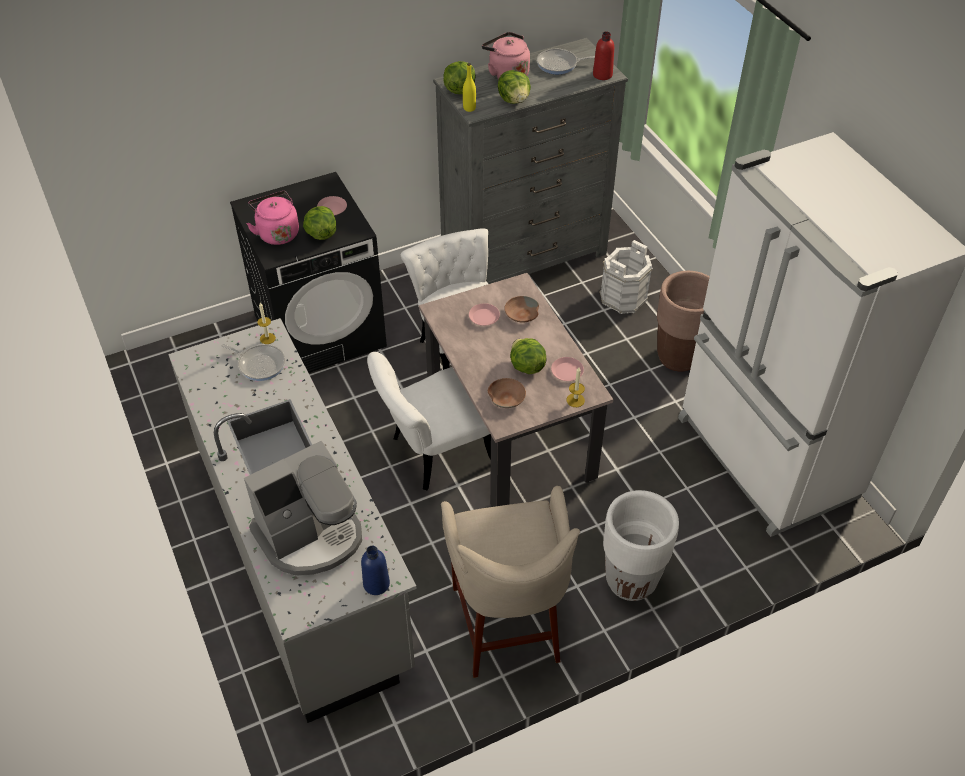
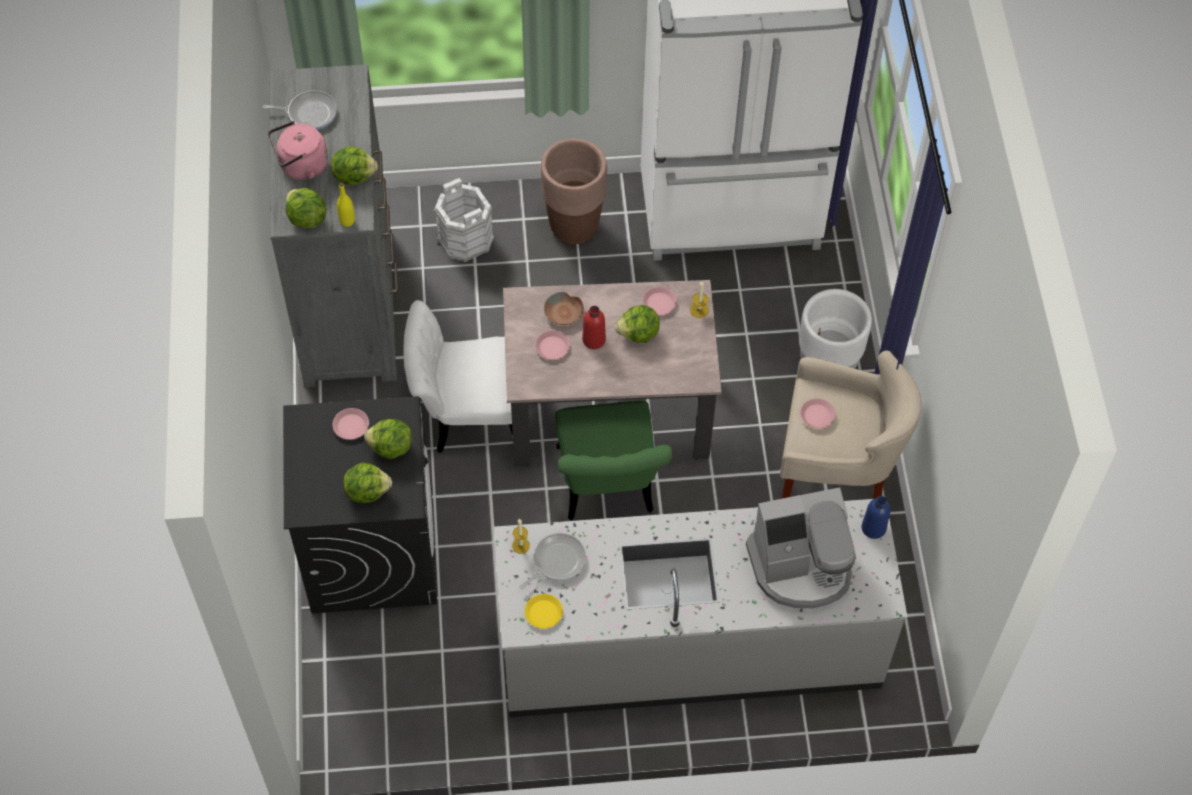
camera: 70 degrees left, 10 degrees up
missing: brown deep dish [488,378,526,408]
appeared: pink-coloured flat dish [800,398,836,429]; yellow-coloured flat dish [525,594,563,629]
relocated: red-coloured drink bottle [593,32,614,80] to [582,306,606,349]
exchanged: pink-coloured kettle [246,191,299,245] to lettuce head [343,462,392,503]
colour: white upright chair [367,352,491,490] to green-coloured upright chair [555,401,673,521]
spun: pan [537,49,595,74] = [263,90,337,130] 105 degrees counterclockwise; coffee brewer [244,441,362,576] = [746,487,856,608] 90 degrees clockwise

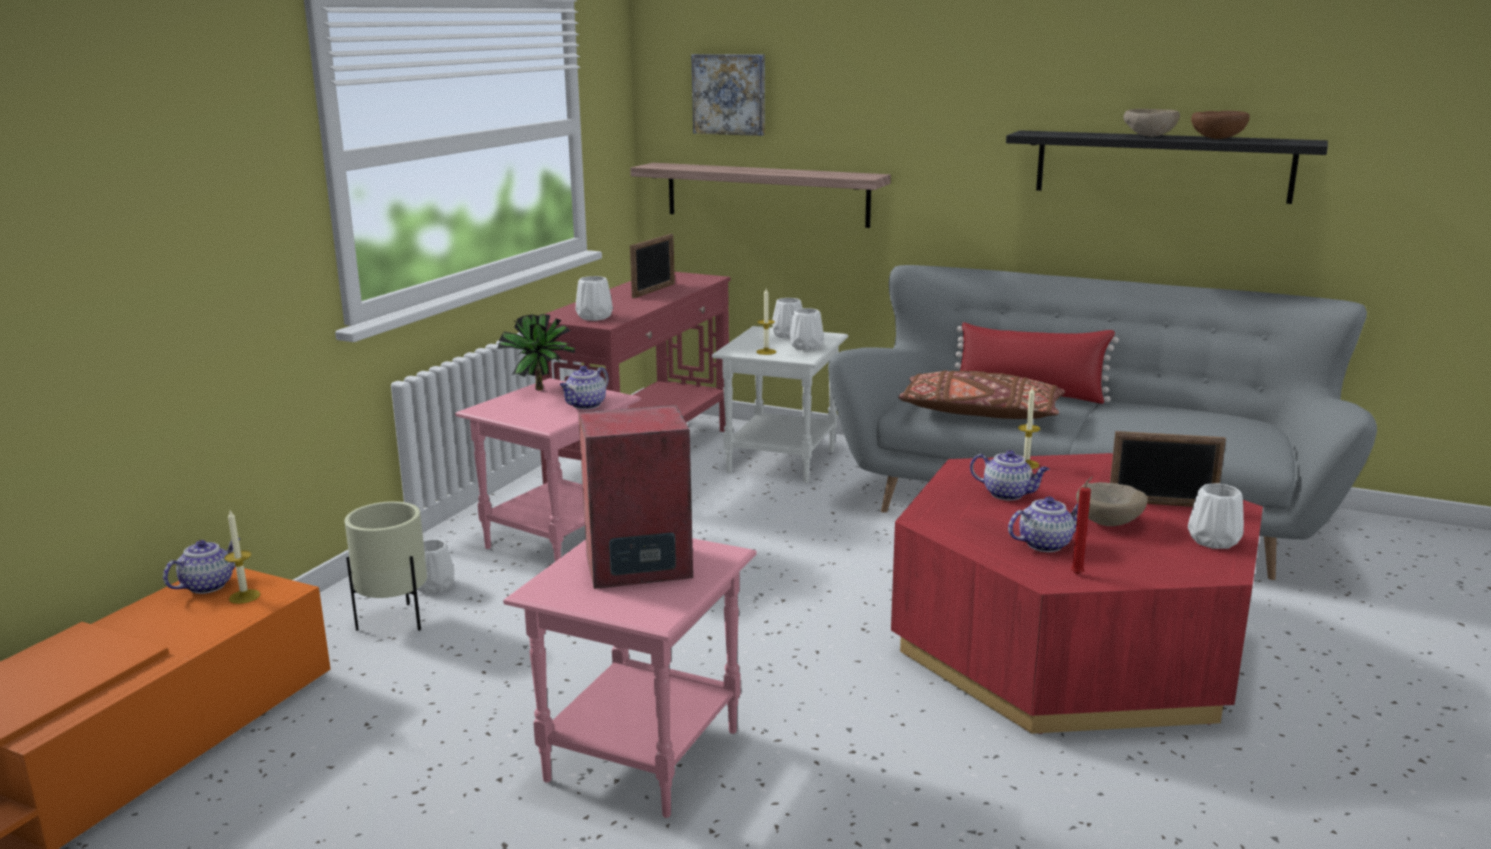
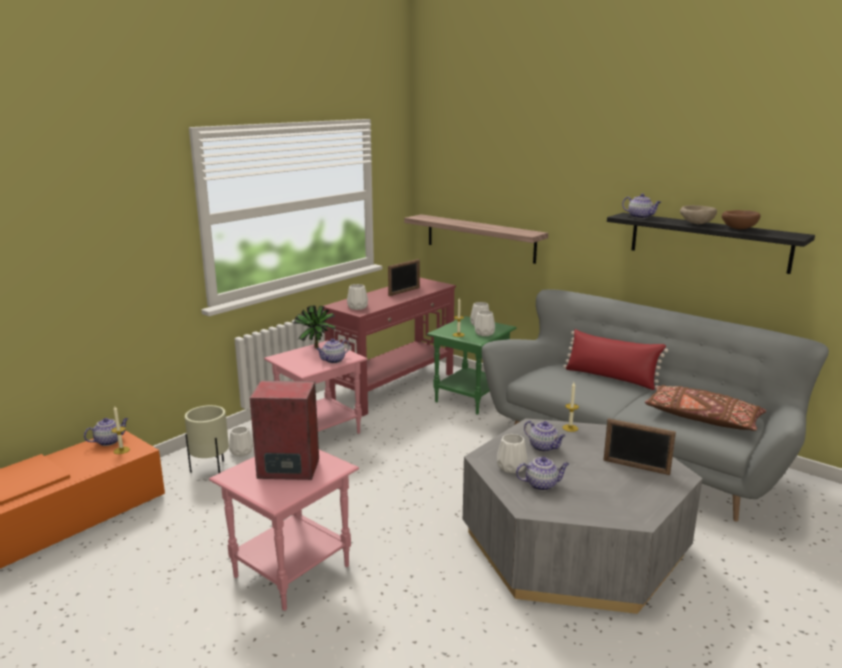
camera: 15 degrees right, 0 degrees up
missing: wall picture [691,54,765,136]; red-coloured wax light [1071,476,1093,575]; beige deep dish [1076,482,1148,526]
appeared: teapot [622,194,661,219]
relocated: brown cushion [898,370,1065,419] to [645,385,766,431]; white decorative vase [1188,483,1244,549] to [497,434,527,473]
colour: white end table [712,326,848,483] to green-coloured end table [427,316,517,415]; red-coloured lounge table [891,453,1263,734] to greyish lounge table [463,418,703,614]

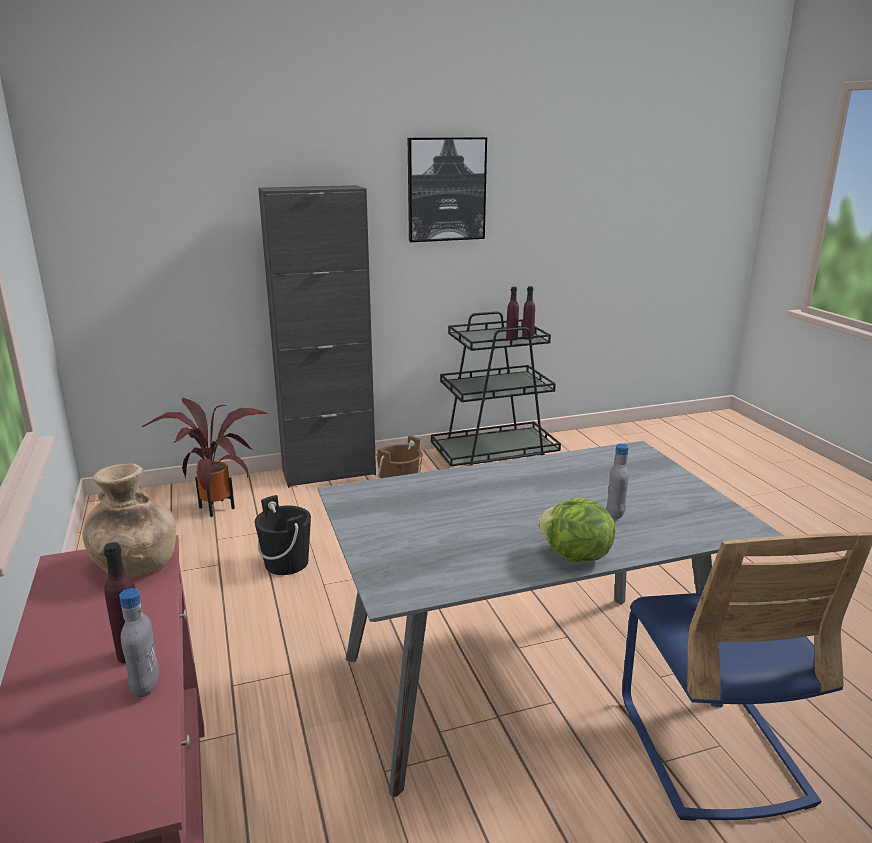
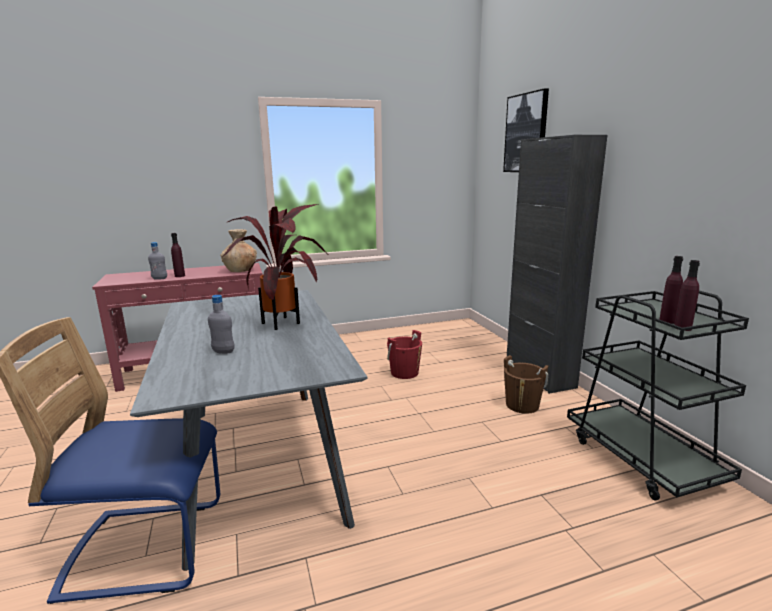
camera: 90 degrees right, 5 degrees down
missing: lettuce head [538,498,615,562]
relocated: wall picture [408,137,487,242] to [503,88,549,172]; houseplant [142,397,268,517] to [222,204,329,330]
colour: blackish pail [255,495,311,575] to red-coloured pail [387,330,422,379]

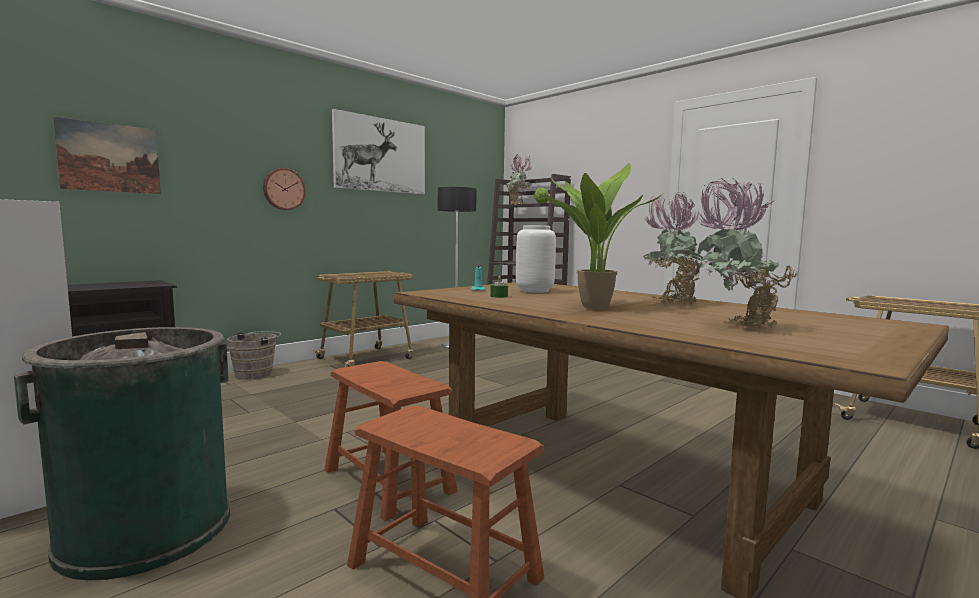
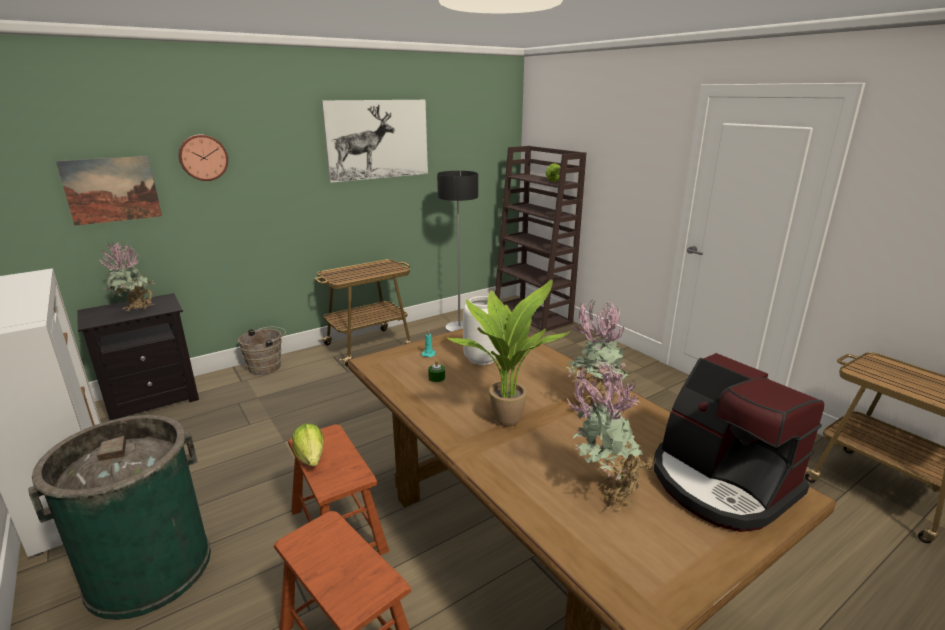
camera: 10 degrees right, 15 degrees up
appeared: coffee brewer [654,353,824,532]; lettuce head [292,424,324,466]
relocated: houseplant [507,155,532,204] to [98,242,156,312]; wall clock [263,168,306,210] to [178,135,228,181]

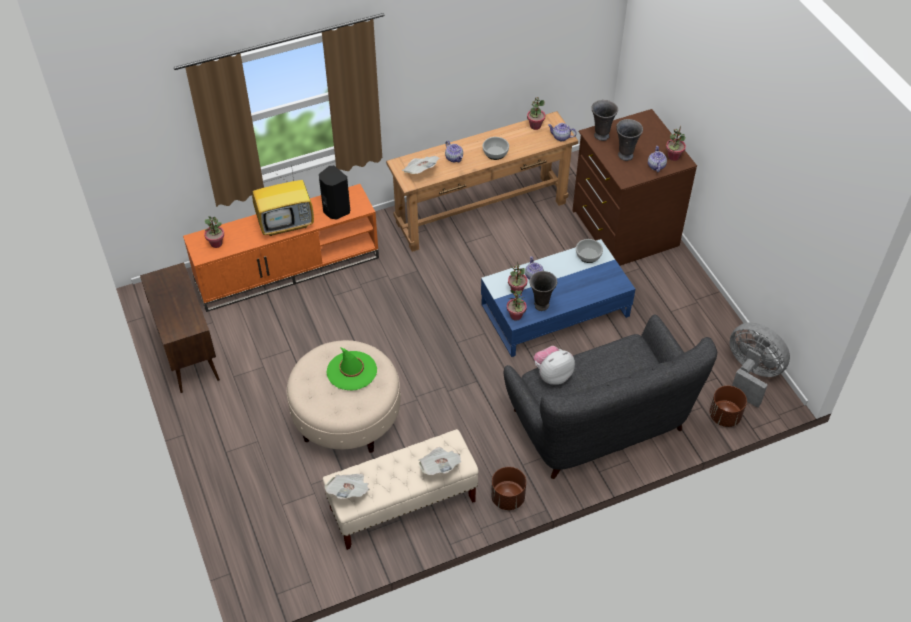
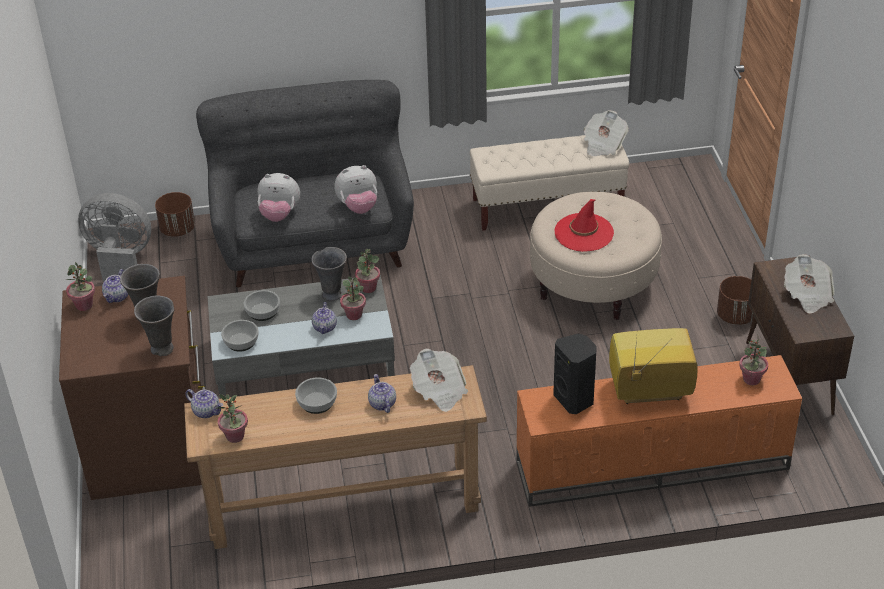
camera: 165 degrees left, 10 degrees down
appeared: soft toy [257,173,300,222]; deep dish [244,290,280,321]
relocated: printed paper [419,447,461,475] to [784,254,834,314]; brown flower pot [491,467,526,510] to [717,276,754,325]
colour: blue lounge table [481,239,635,357] to greyish lounge table [207,275,395,399]; green-coloured wearable hat [326,347,377,390] to red-coloured wearable hat [555,199,614,252]
spun: greyish cooling fan [730,322,790,408] = [78,193,151,282] 135 degrees clockwise

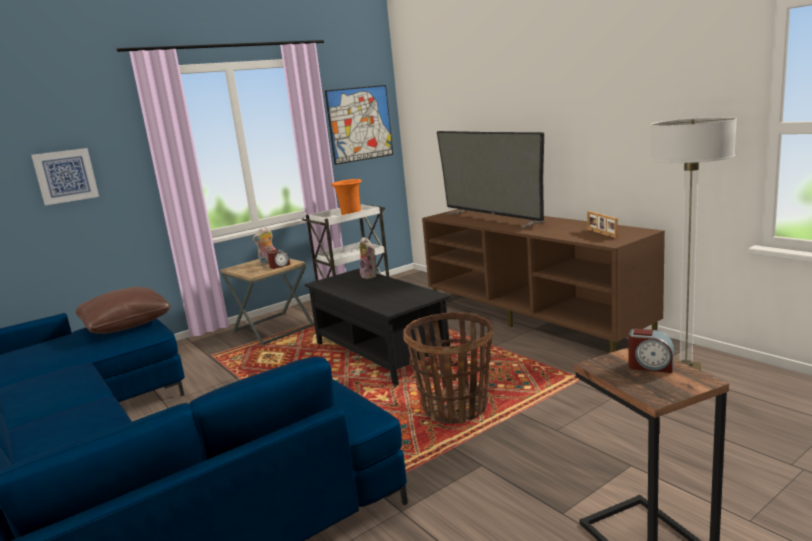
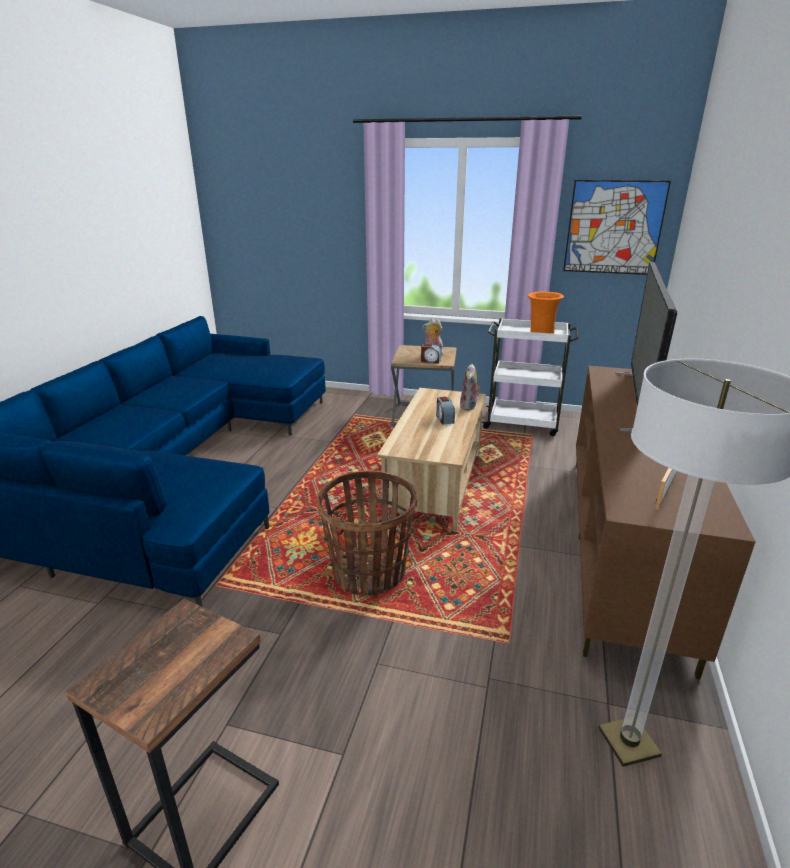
camera: 50 degrees right, 10 degrees up
missing: wall picture [31,148,99,205]; brown cushion [75,287,171,334]
relocated: table clock [629,329,674,373] to [436,397,455,425]
colour: blackish lounge table [305,268,450,385] to beige lounge table [377,388,486,532]

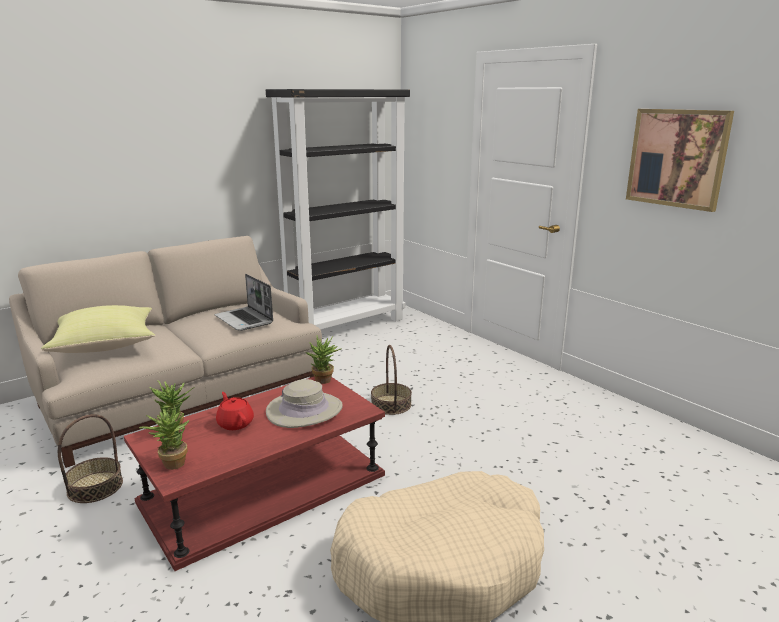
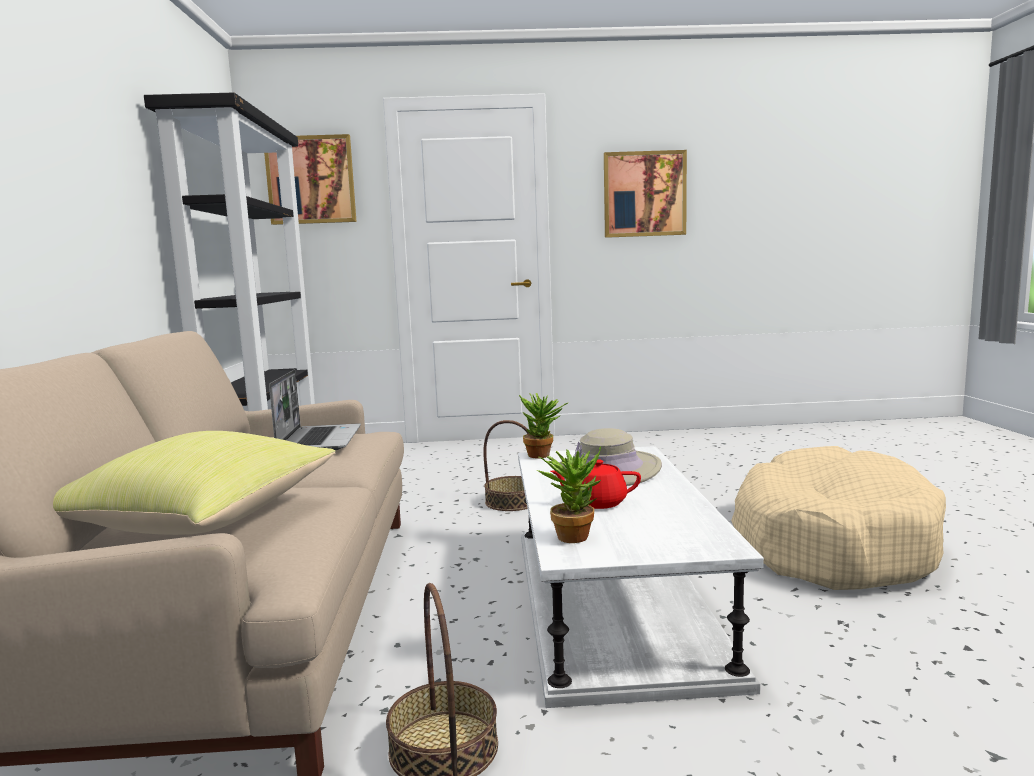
camera: 55 degrees left, 10 degrees down
missing: houseplant [139,405,189,470]
appeared: wall picture [264,134,357,225]
colour: red-coloured lounge table [124,377,385,571] to white lounge table [518,446,764,708]
spun: notebook computer [215,274,273,331] = [269,370,361,450] 90 degrees counterclockwise

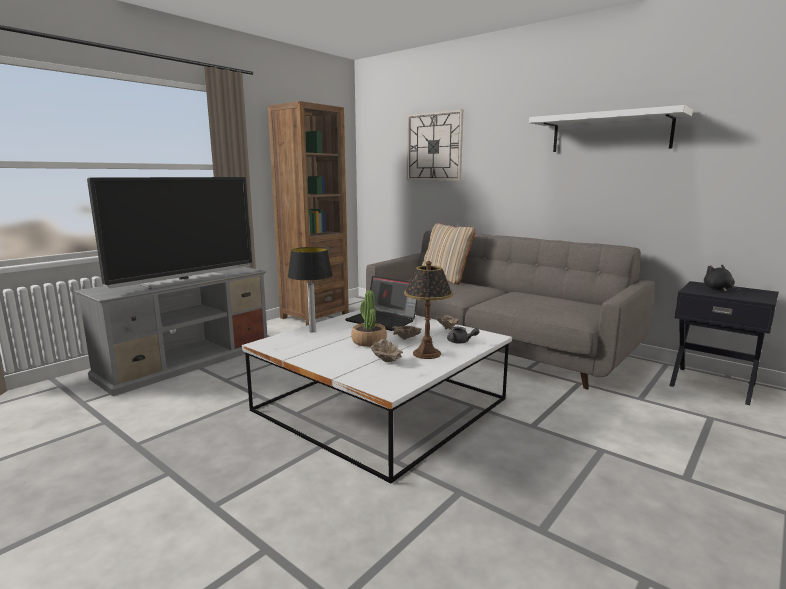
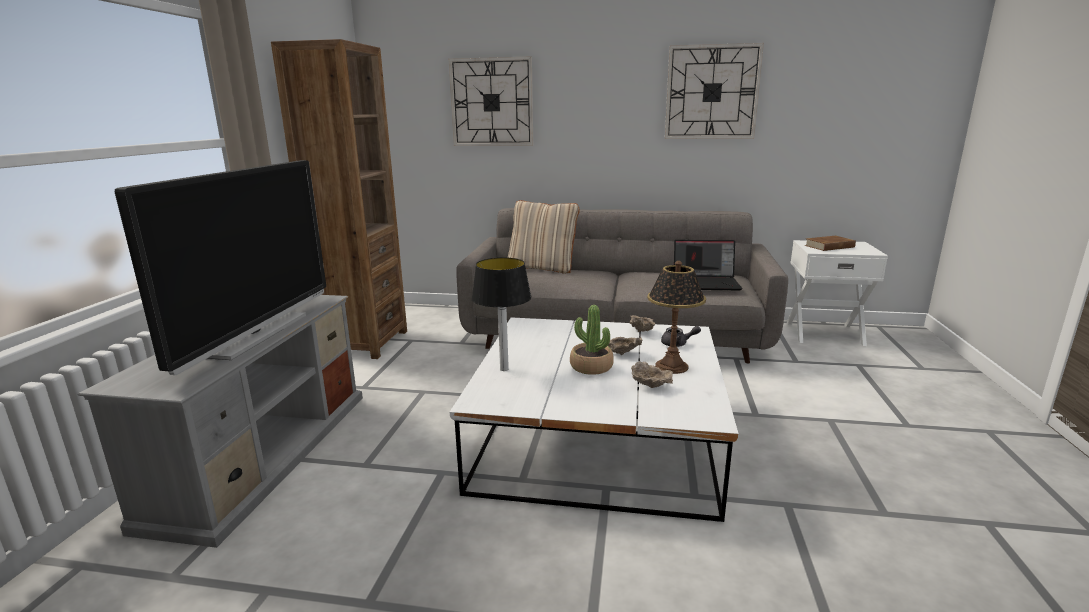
camera: 30 degrees left, 5 degrees up
relocated: notebook computer [345,276,418,331] to [674,240,743,290]
exchanged: white bracket shelf [529,105,693,152] to wall clock [665,43,764,139]; blackish soft toy [704,265,741,293] to brown bound book [804,236,856,251]
colour: blackish bedside table [669,281,779,405] to white bedside table [787,240,888,346]

